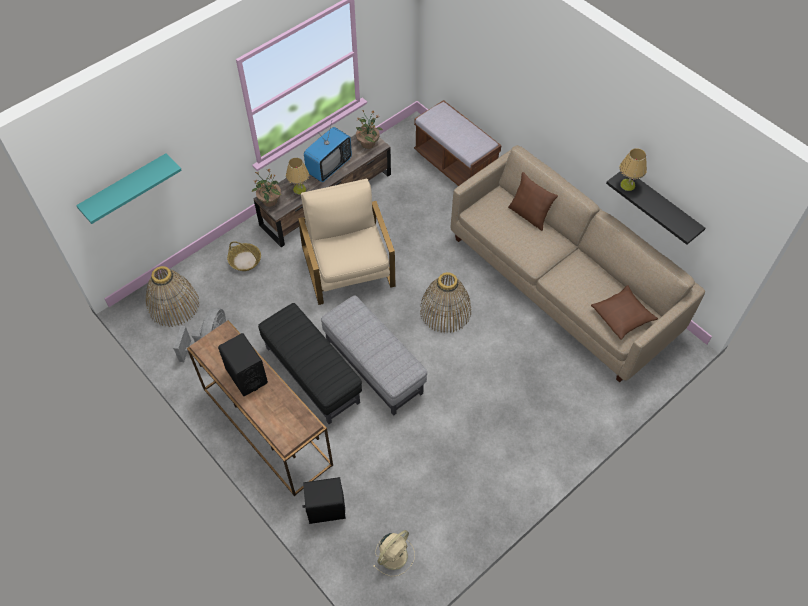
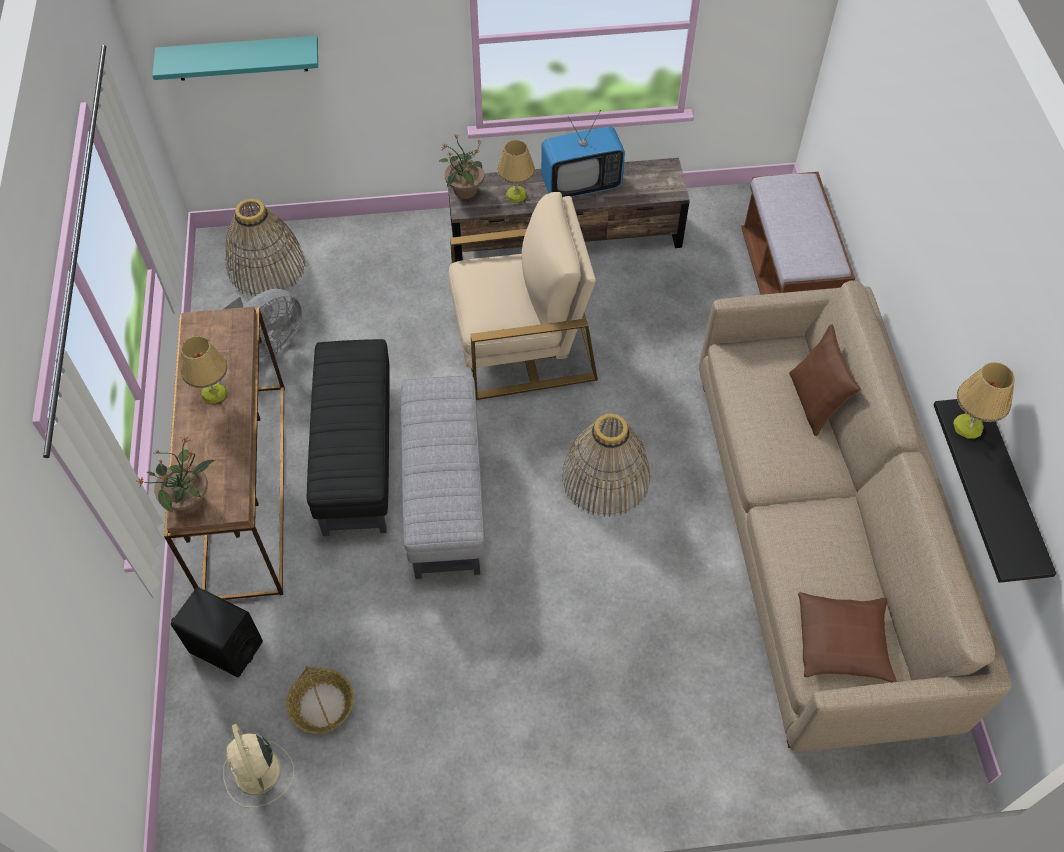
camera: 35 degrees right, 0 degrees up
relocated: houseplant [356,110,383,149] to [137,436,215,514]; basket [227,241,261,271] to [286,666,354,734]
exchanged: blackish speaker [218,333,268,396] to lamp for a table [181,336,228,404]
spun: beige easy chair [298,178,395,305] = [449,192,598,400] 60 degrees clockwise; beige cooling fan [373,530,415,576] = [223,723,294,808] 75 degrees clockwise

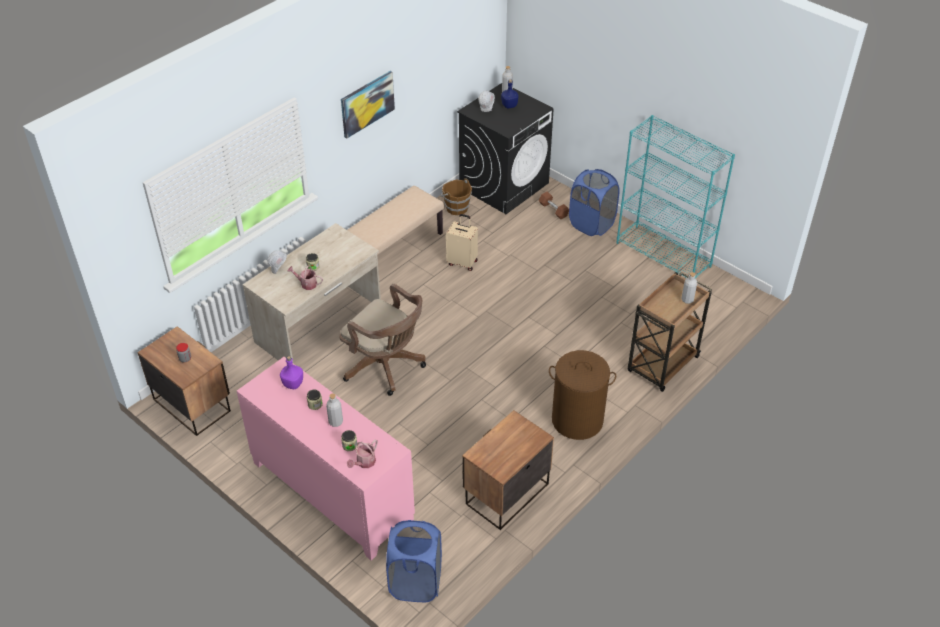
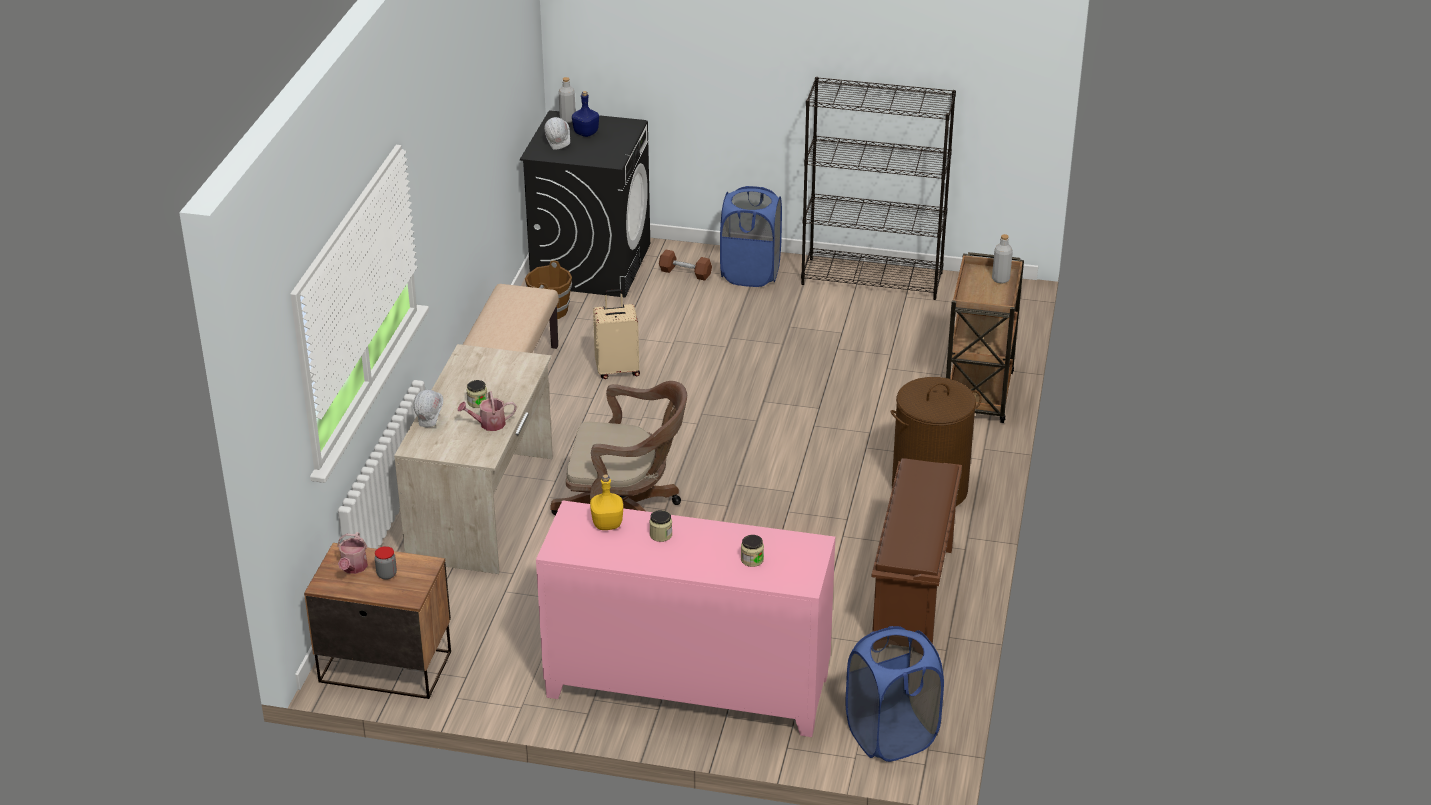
camera: 30 degrees left, 10 degrees down
missing: wall picture [341,71,395,138]; greyish drink bottle [326,394,343,427]
relocated: watering can [347,440,378,468] to [337,532,368,574]
exchanged: bedside table [462,410,554,530] to brown shoe stand [871,458,962,644]
colour: turquoise bookshelf [616,115,735,278] to blackish bookshelf [801,77,956,300]; purplish drink bottle [280,356,303,389] to yellow-coloured drink bottle [590,474,623,530]

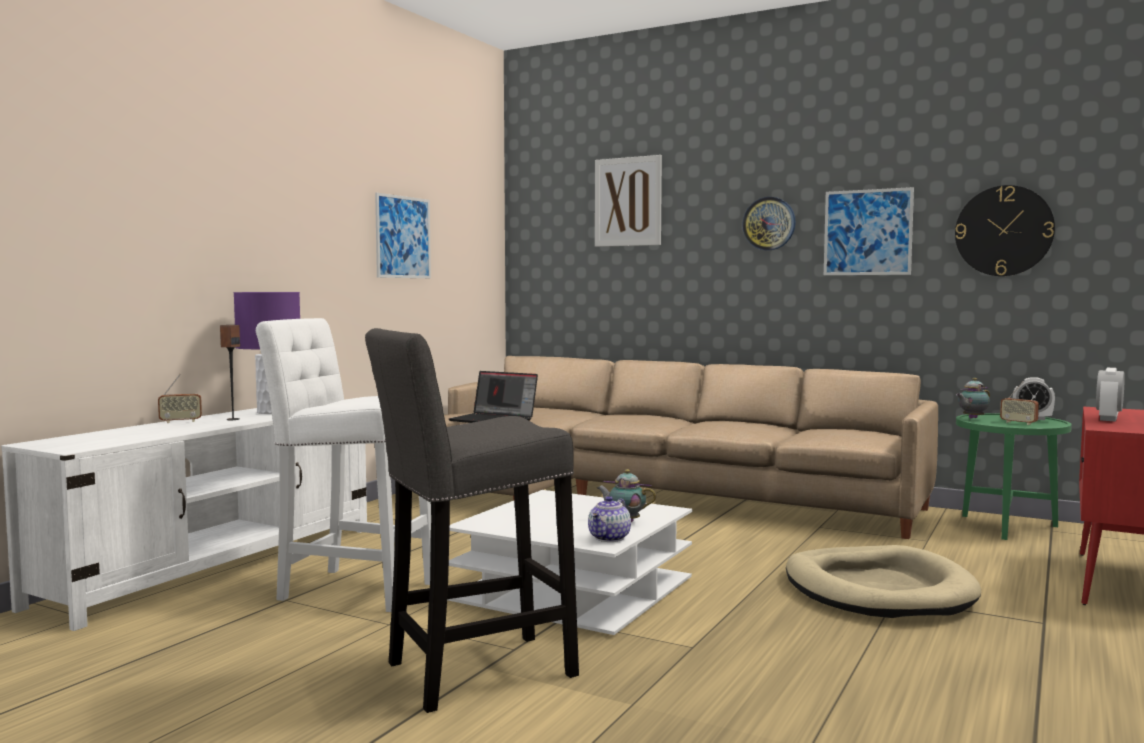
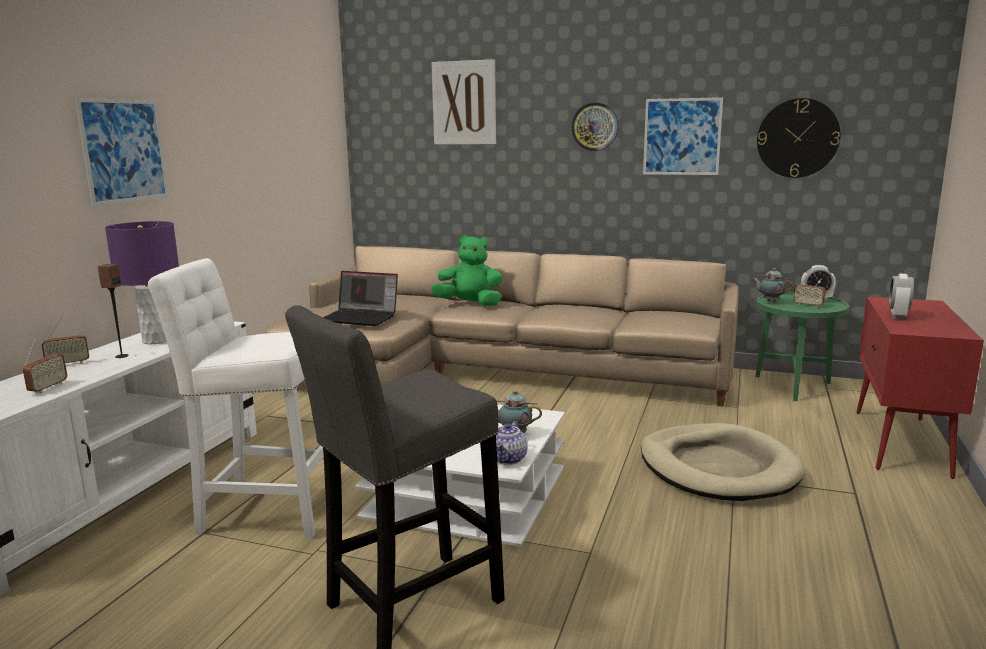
camera: 10 degrees left, 10 degrees up
appeared: green-coloured soft toy [431,235,503,306]; radio receiver [23,338,67,393]
relocated: wall picture [375,193,431,278] to [75,98,168,206]
spun: teapot [956,378,990,419] = [752,268,793,302] 75 degrees clockwise

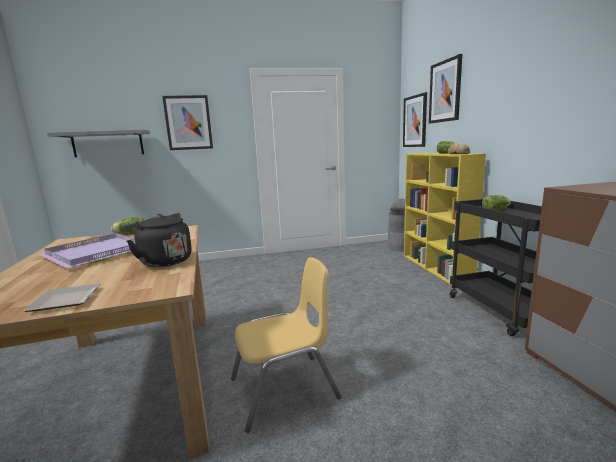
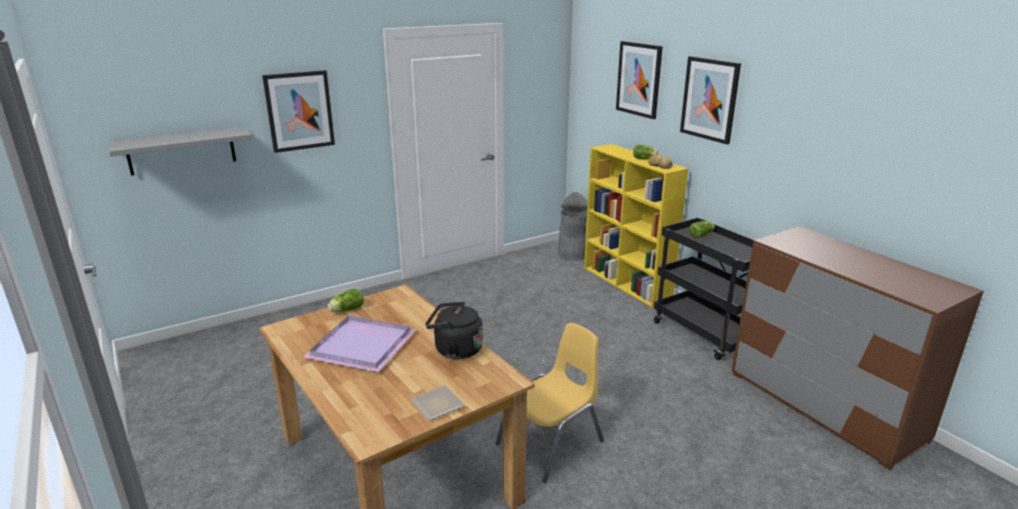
camera: 20 degrees left, 10 degrees up
relocated: wall picture [403,92,427,147] to [680,56,741,144]

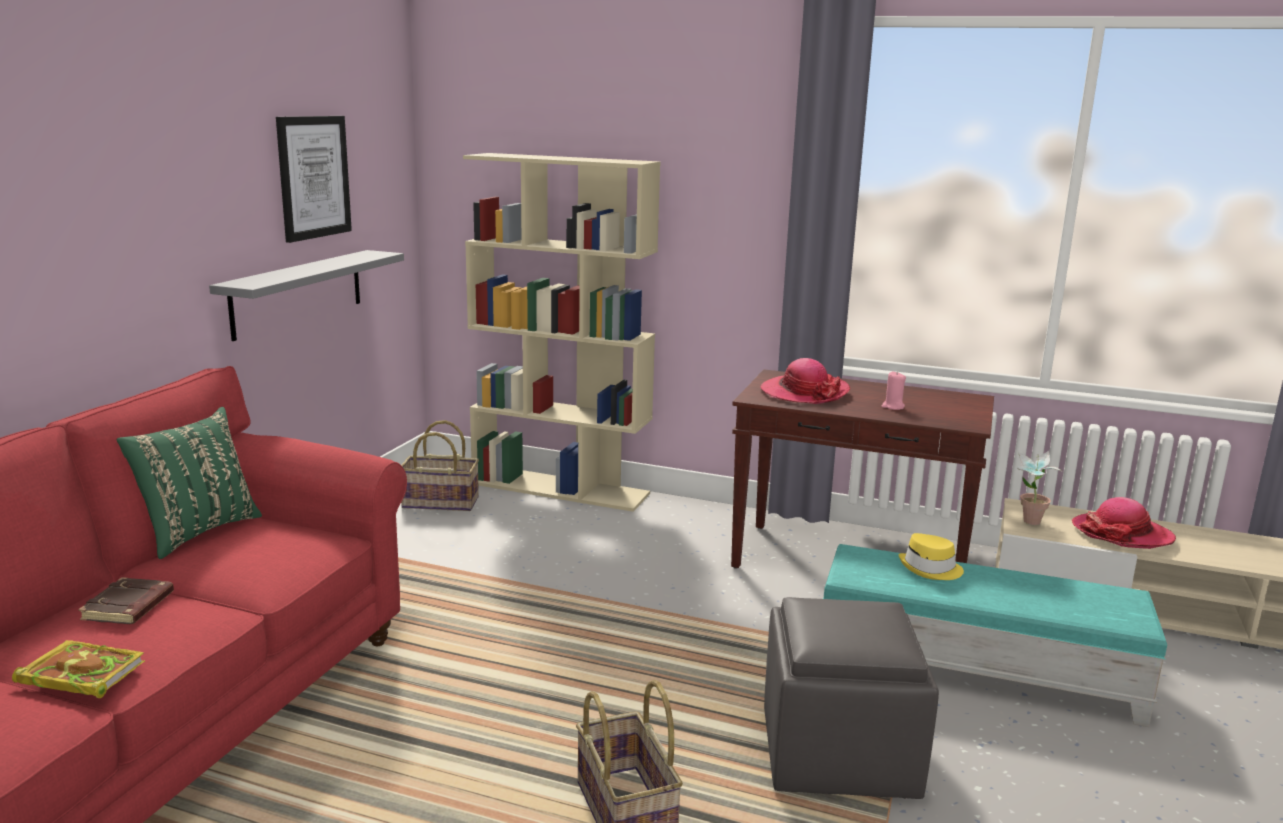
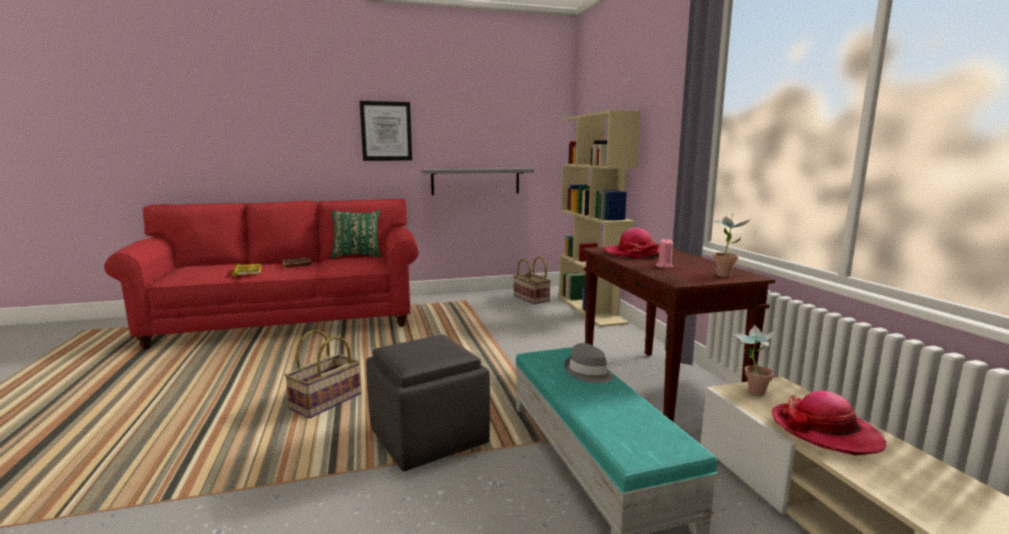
camera: 55 degrees right, 5 degrees down
appeared: houseplant [710,214,751,277]
relocated: wall picture [276,116,352,243] to [360,101,412,161]
colour: yellow-coloured wearable hat [899,533,964,580] to greyish wearable hat [565,343,614,383]

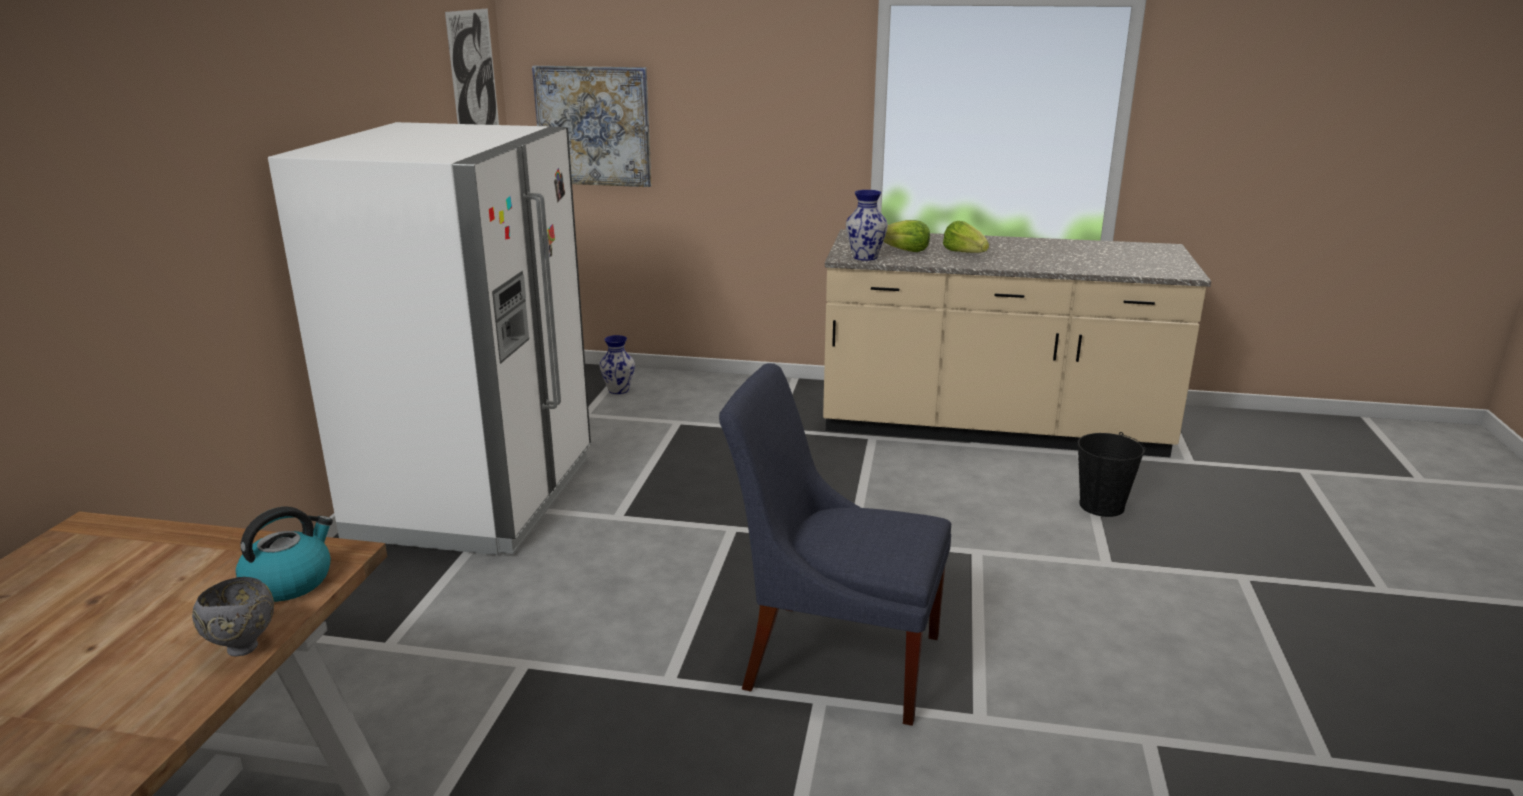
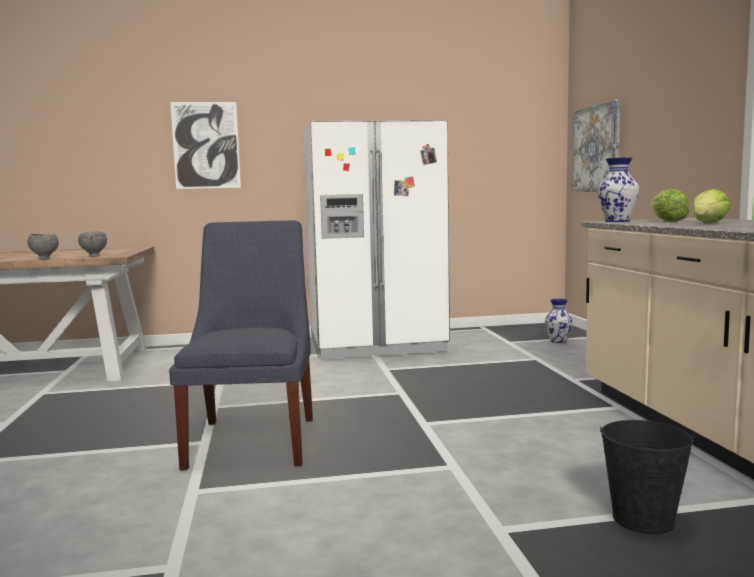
camera: 70 degrees right, 15 degrees down
relocated: wall picture [445,8,499,125] to [170,102,241,189]
exchanged: kettle [236,507,333,602] to greyish deep dish [78,231,107,257]

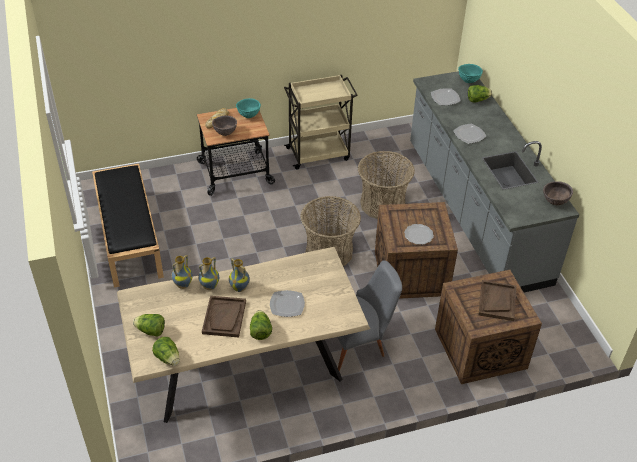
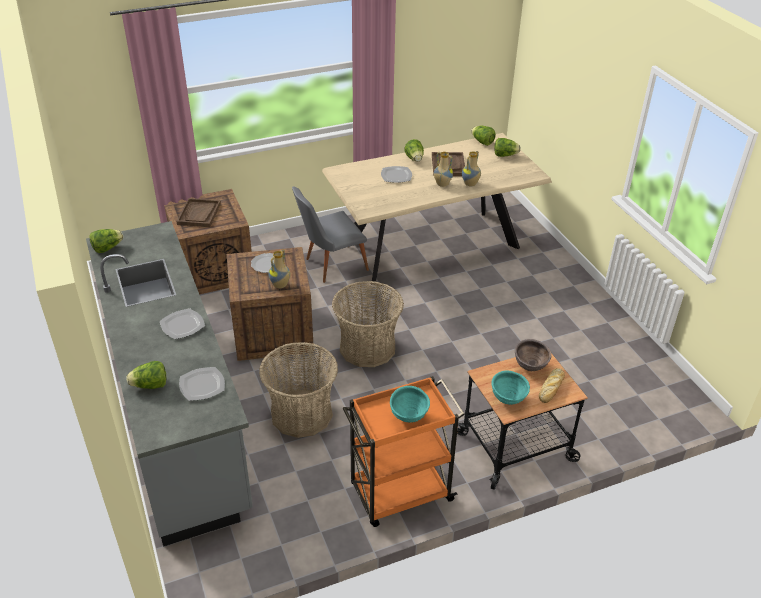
camera: 175 degrees right, 5 degrees down
missing: blackish bench [92,164,164,288]
relocated: turquoise deep dish [458,64,483,83] to [390,386,430,423]; decorative vase [171,255,193,289] to [268,250,290,288]
exchanged: brown deep dish [543,181,573,205] to lettuce head [89,229,123,253]
colour: beige trolley [284,75,358,170] to orange trolley [343,376,465,527]

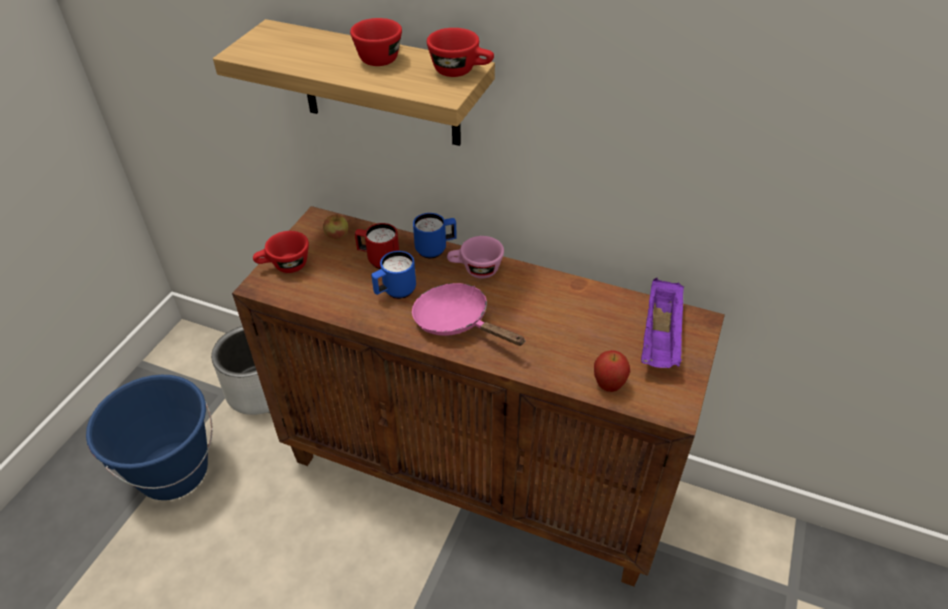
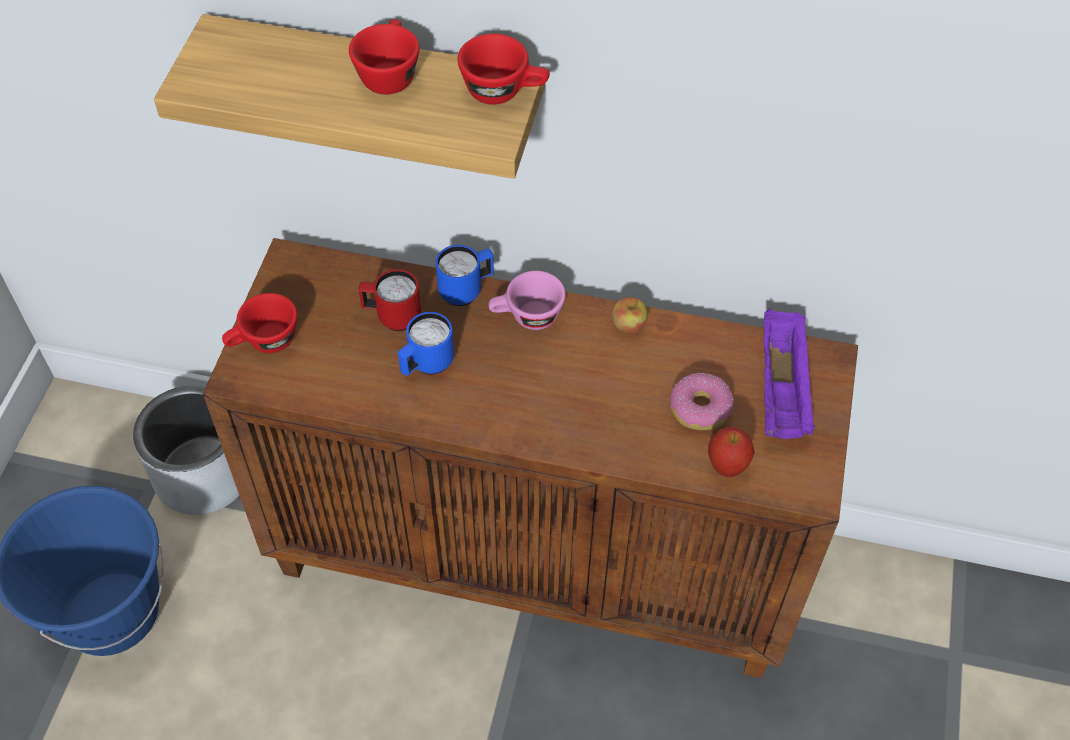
camera: 10 degrees left, 10 degrees up
missing: pink-coloured pan [412,283,525,346]
appeared: ring doughnut [670,373,734,430]
relocated: apple [323,214,348,240] to [612,297,648,333]

